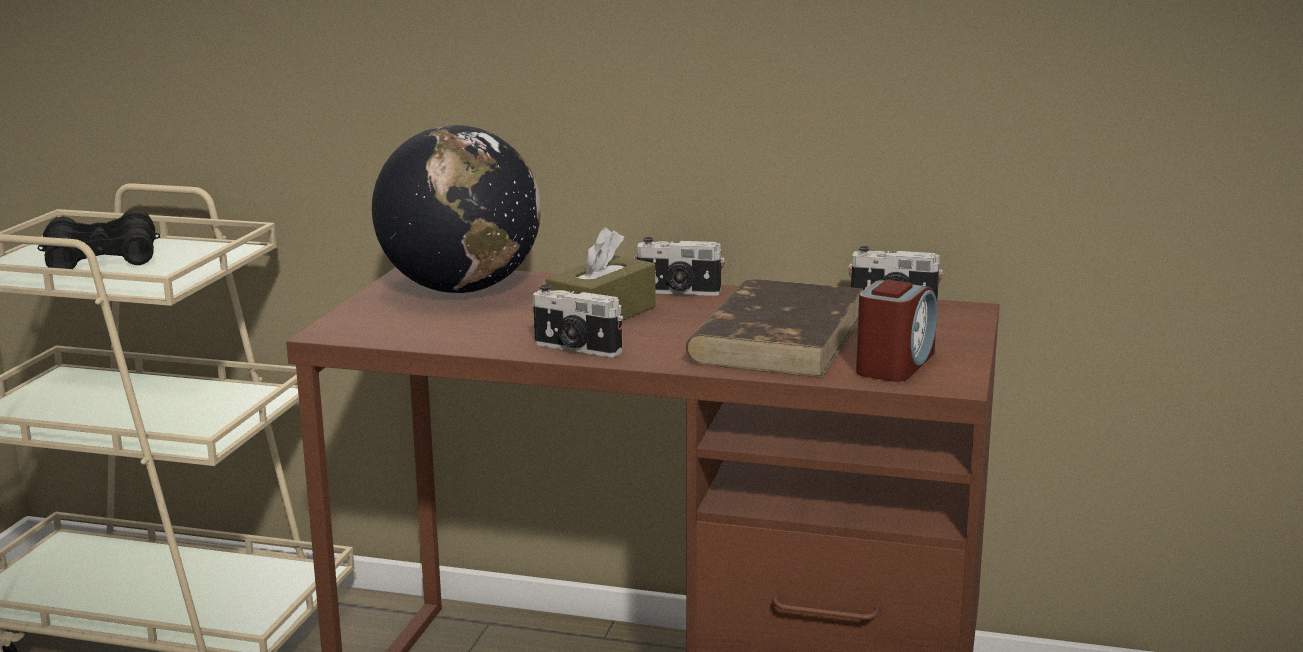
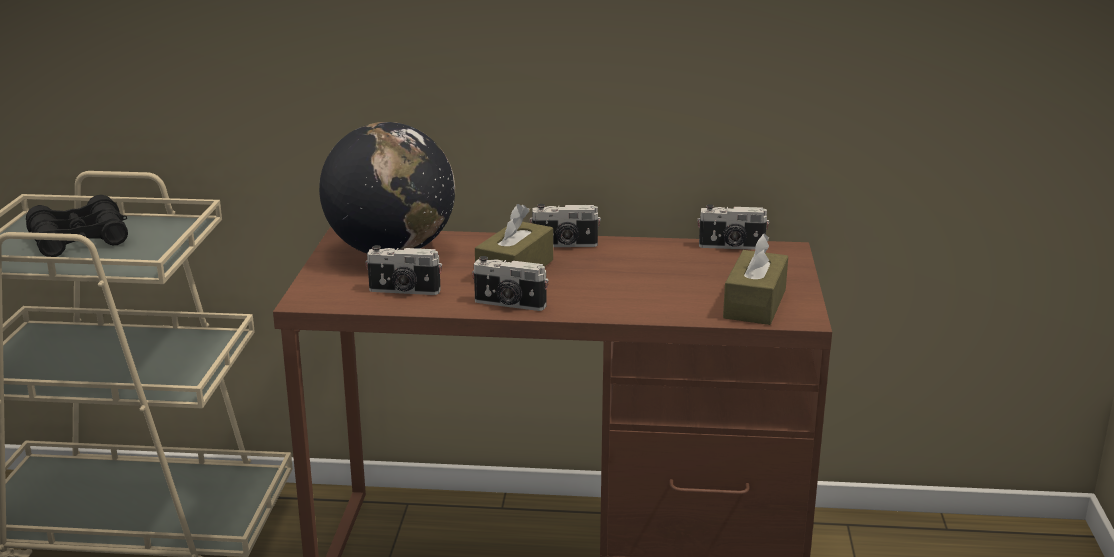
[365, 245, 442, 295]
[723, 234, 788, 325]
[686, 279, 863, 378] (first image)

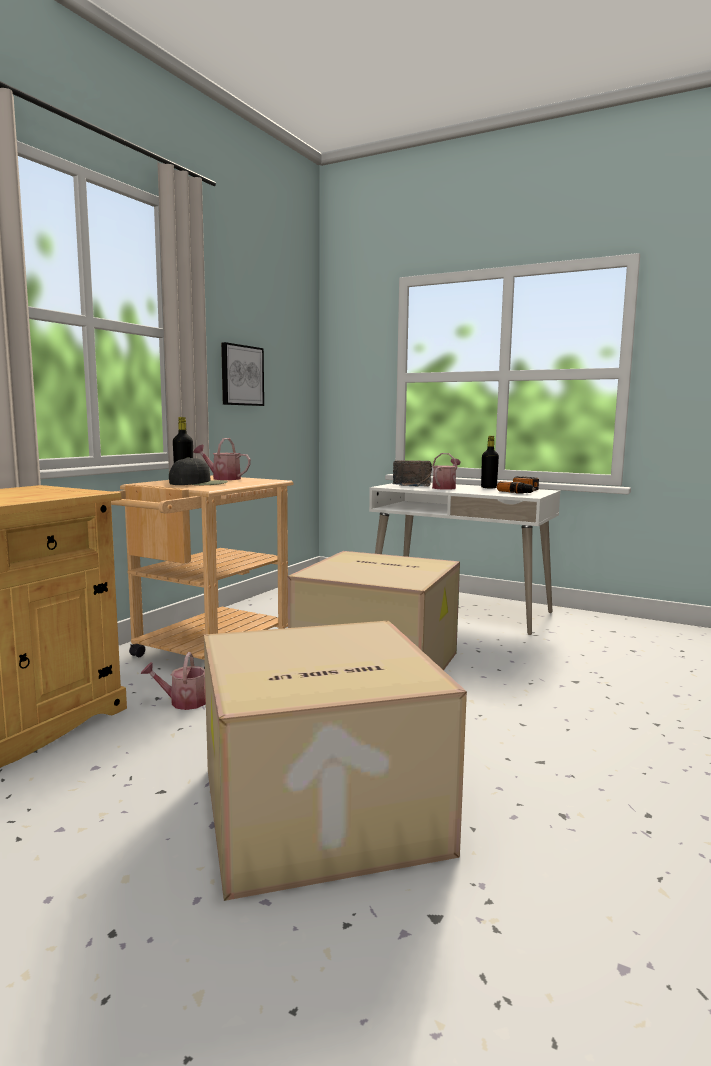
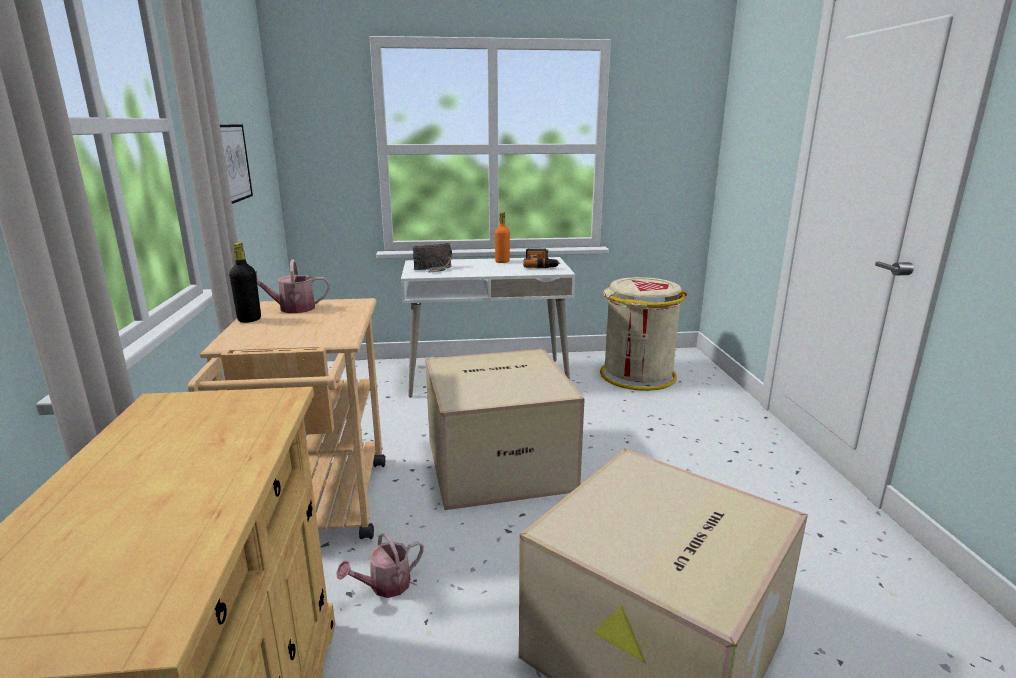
[495, 213, 510, 263]
[600, 277, 687, 391]
[169, 457, 228, 485] (first image)
[432, 453, 460, 490] (first image)

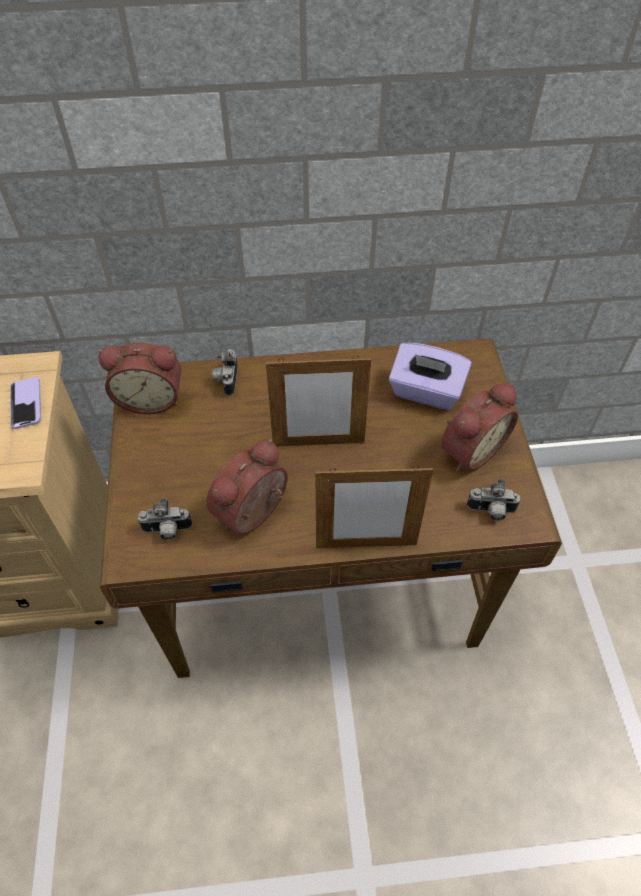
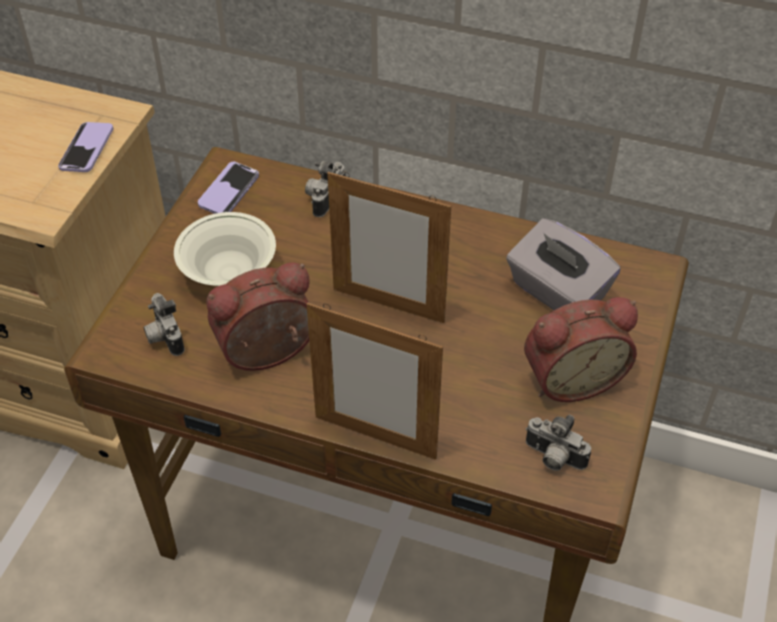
[144, 293, 185, 356]
[174, 212, 276, 286]
[198, 162, 259, 214]
[506, 218, 621, 310]

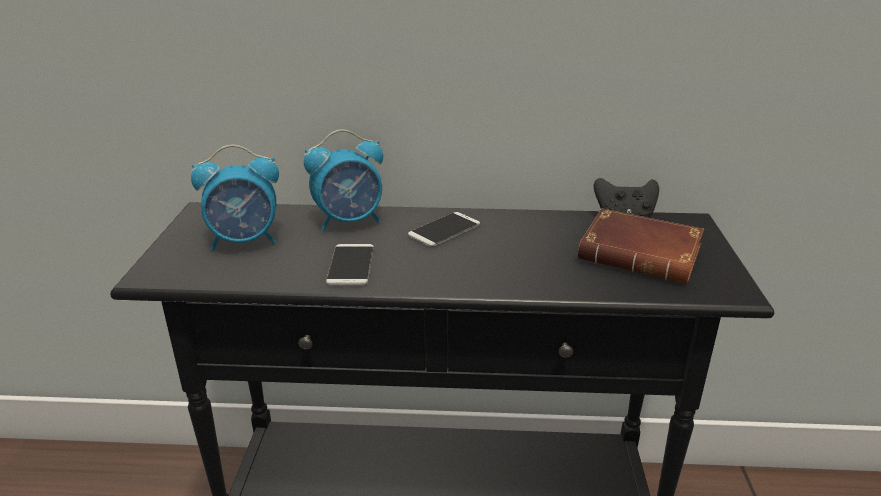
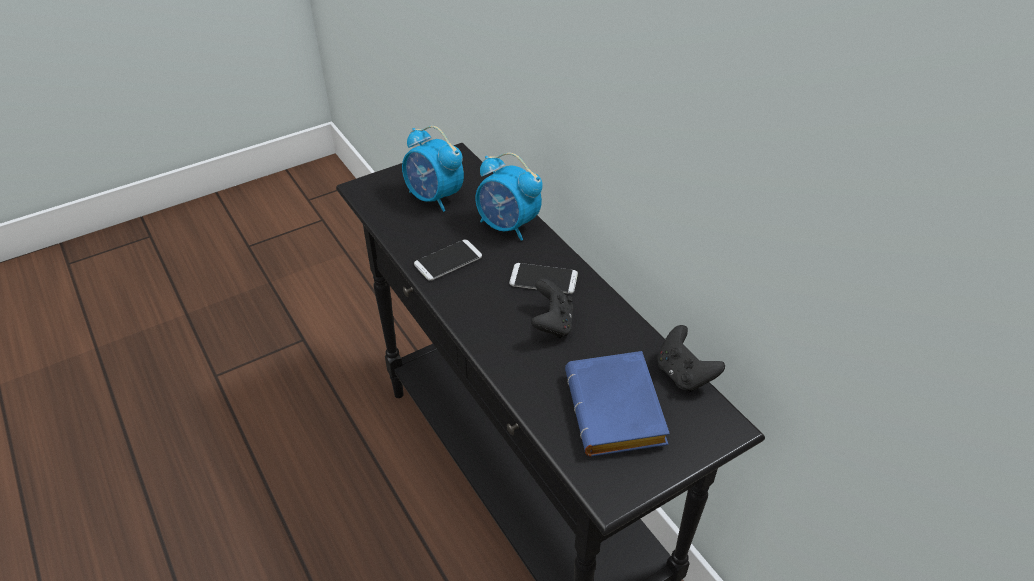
[531, 279, 574, 339]
[565, 351, 670, 456]

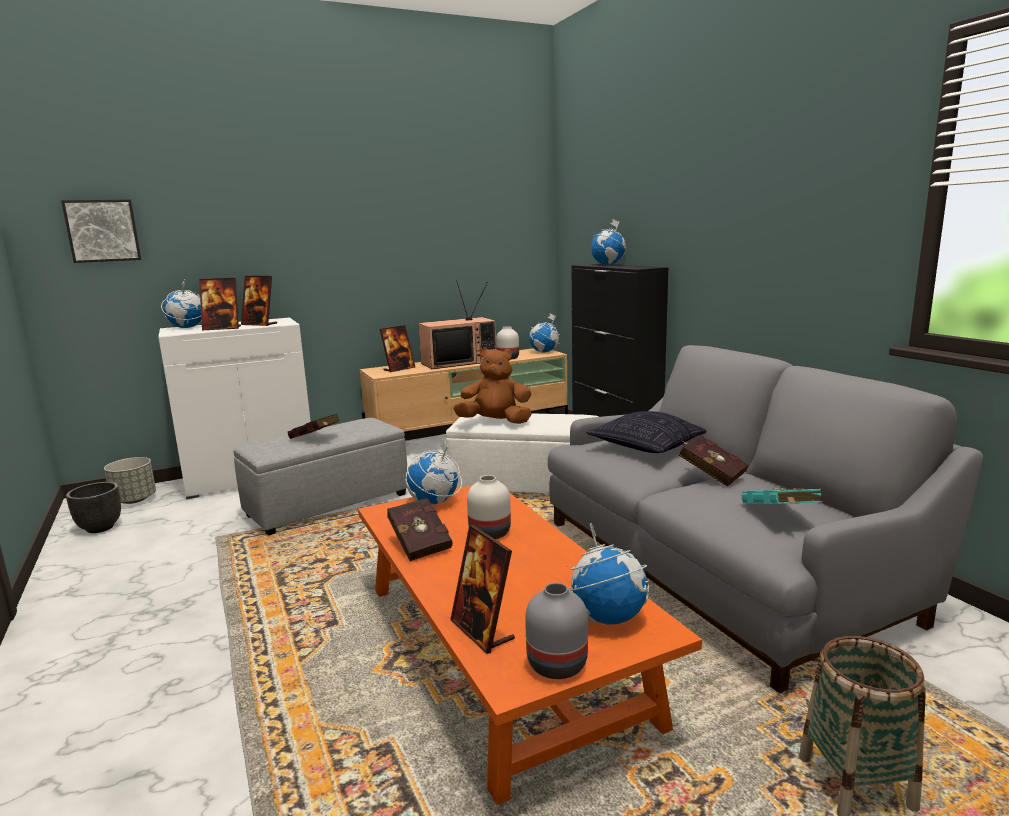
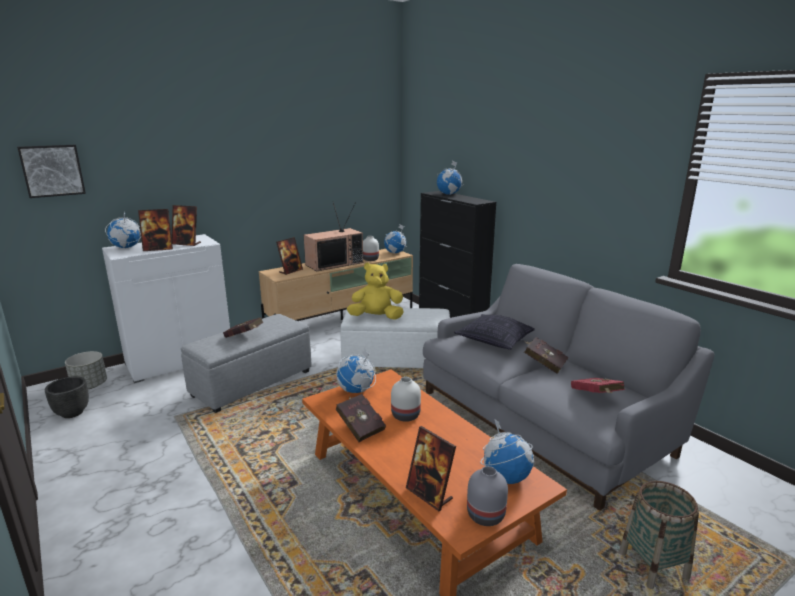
[347, 263, 403, 320]
[571, 378, 625, 393]

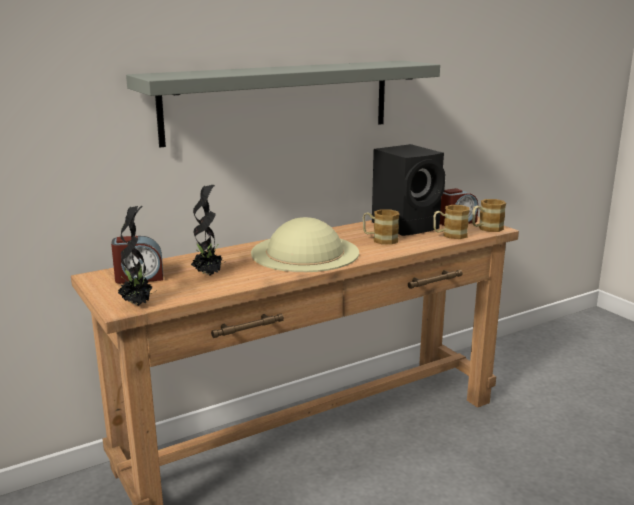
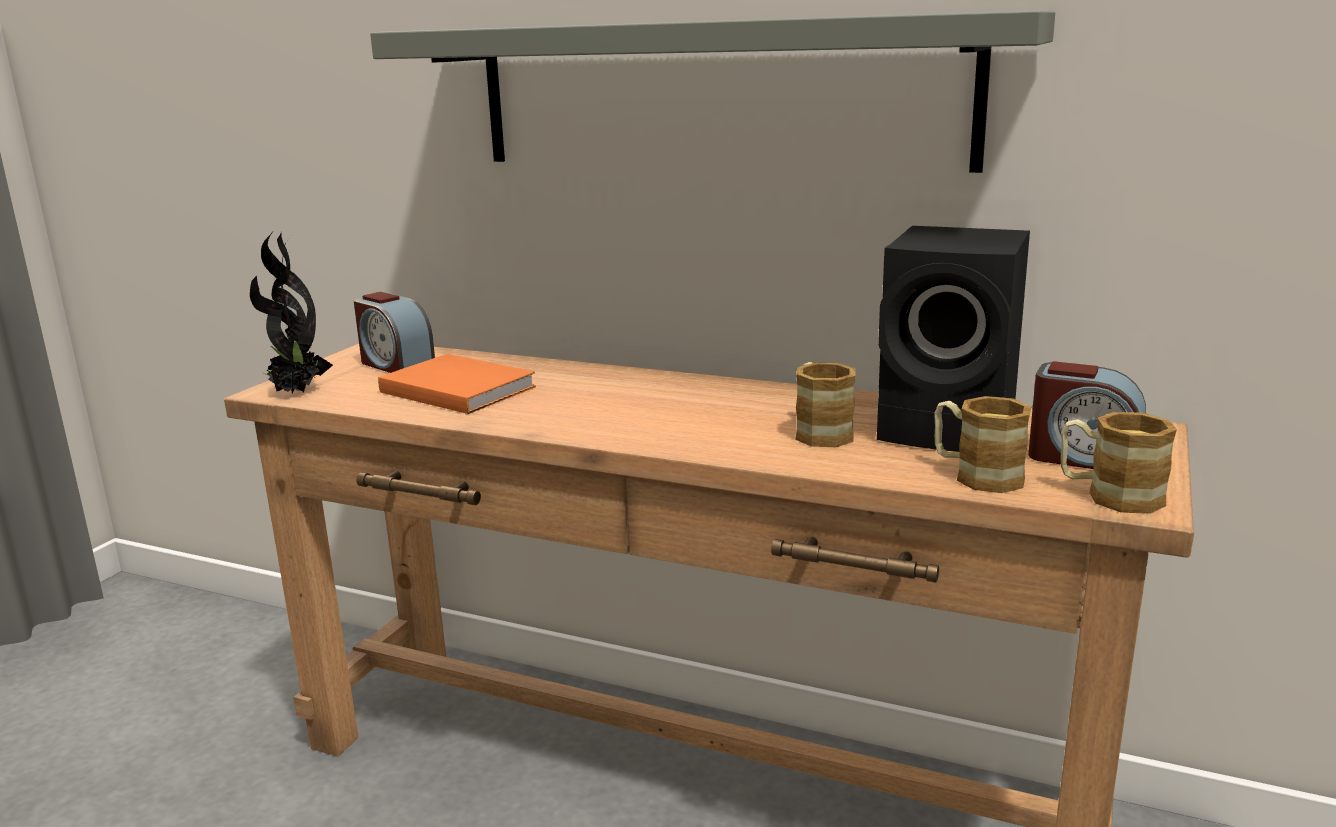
[378, 354, 536, 414]
[251, 217, 359, 272] (first image)

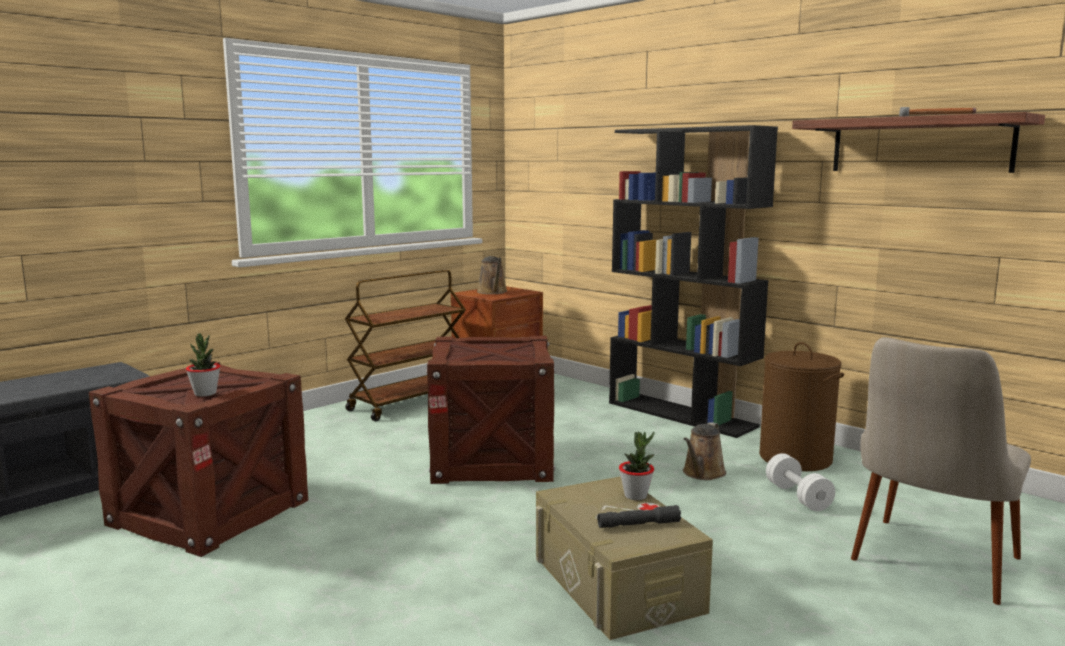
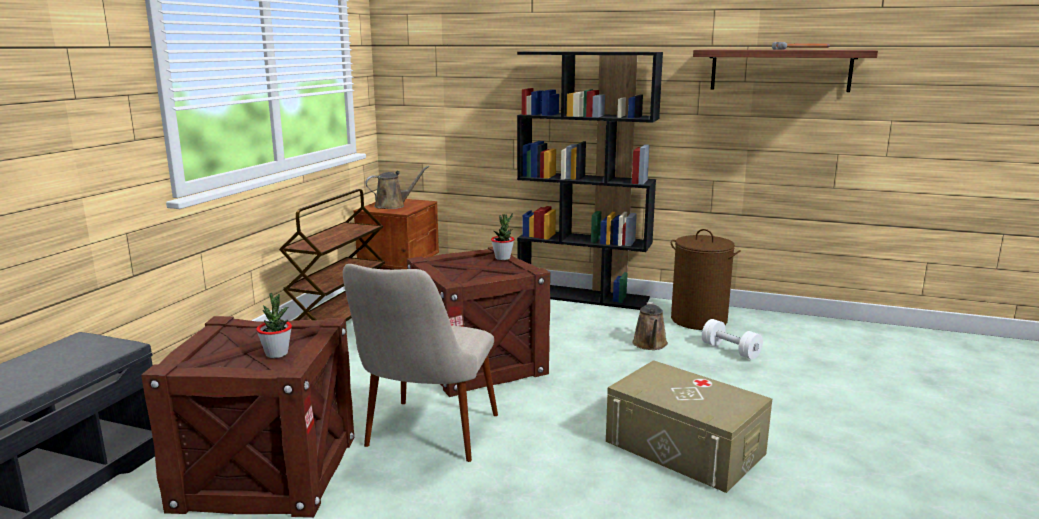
[343, 264, 498, 462]
[365, 165, 429, 209]
[491, 213, 514, 260]
[597, 505, 681, 528] (first image)

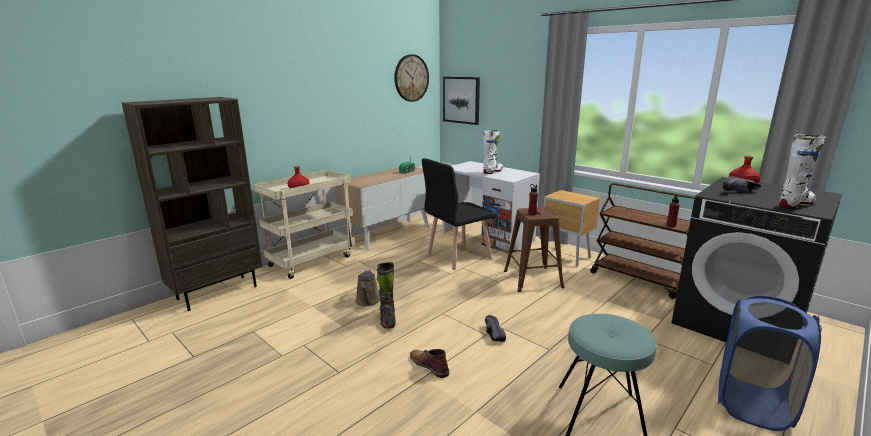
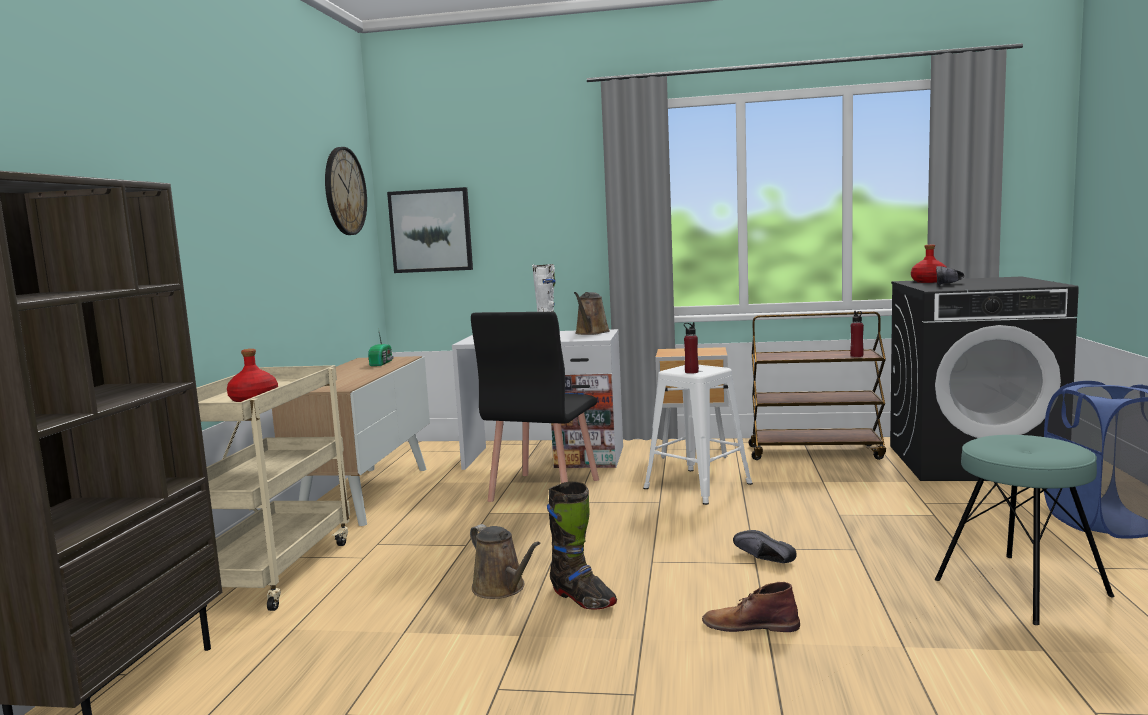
[574, 292, 610, 335]
[643, 365, 753, 505]
[779, 134, 826, 208] (first image)

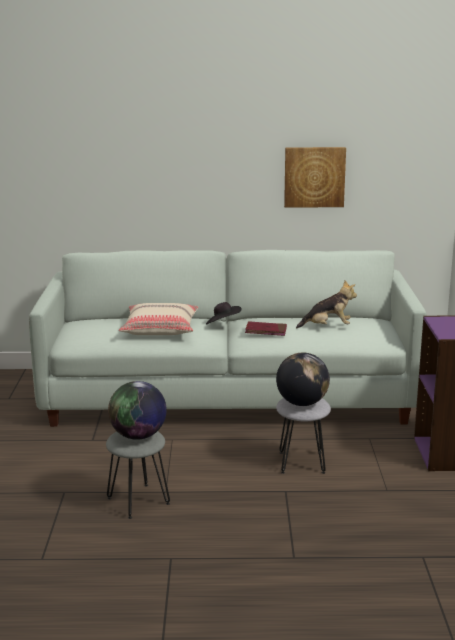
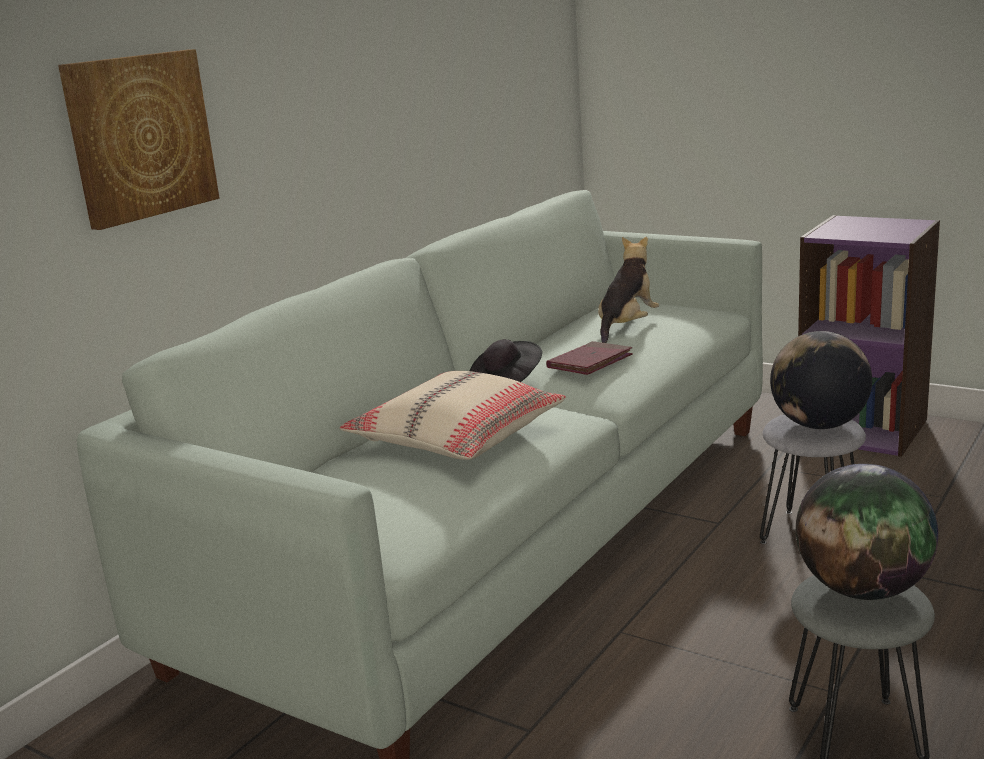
[58, 49, 219, 230]

